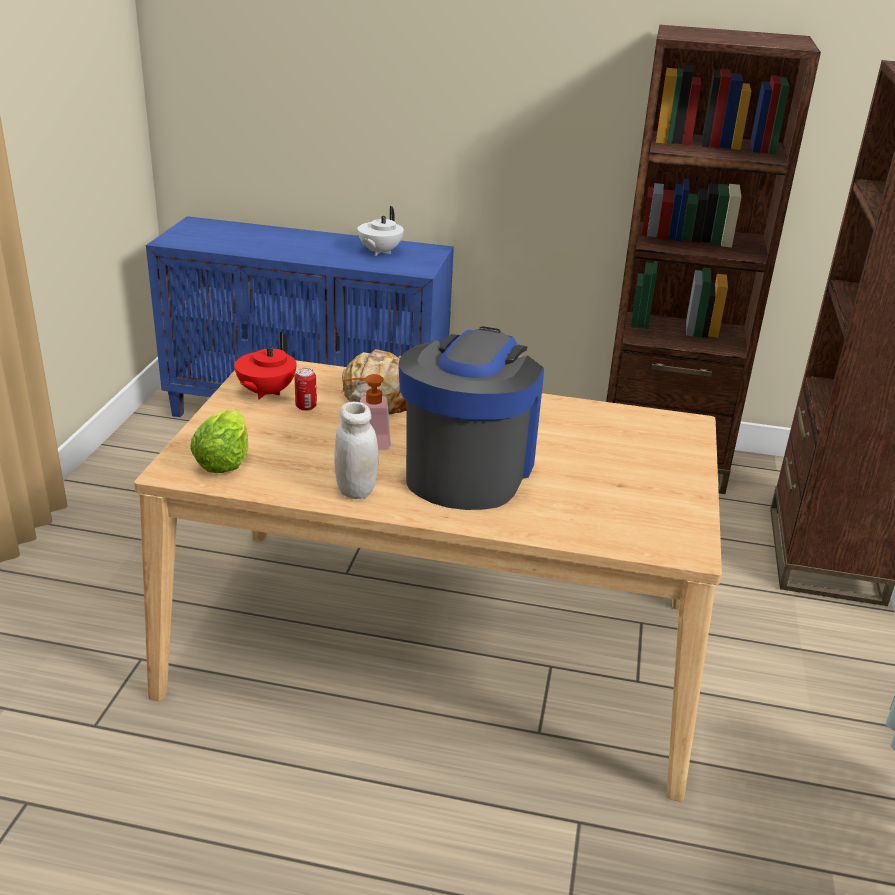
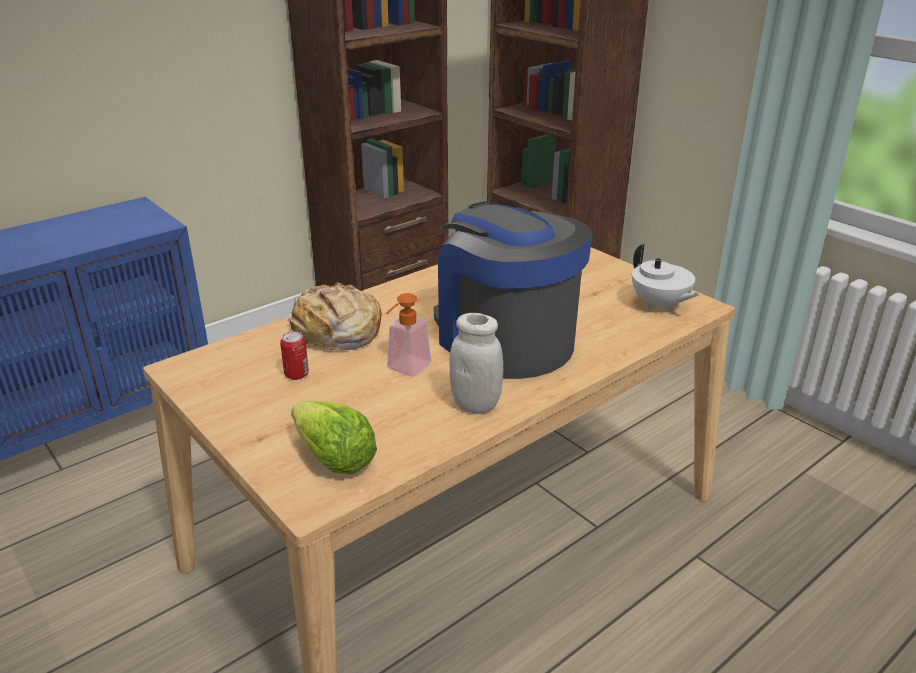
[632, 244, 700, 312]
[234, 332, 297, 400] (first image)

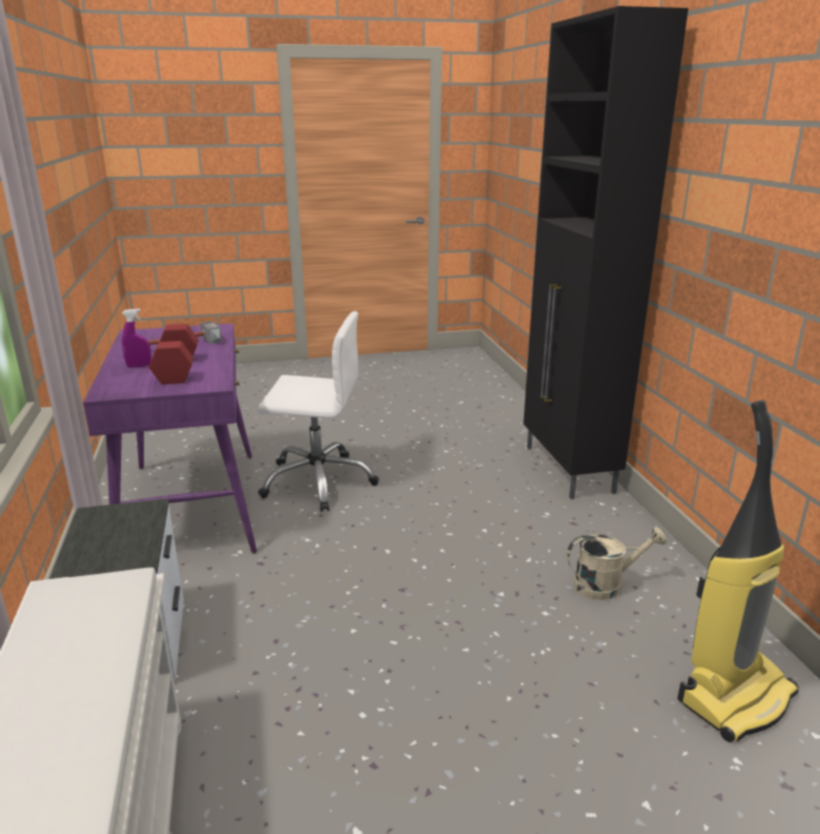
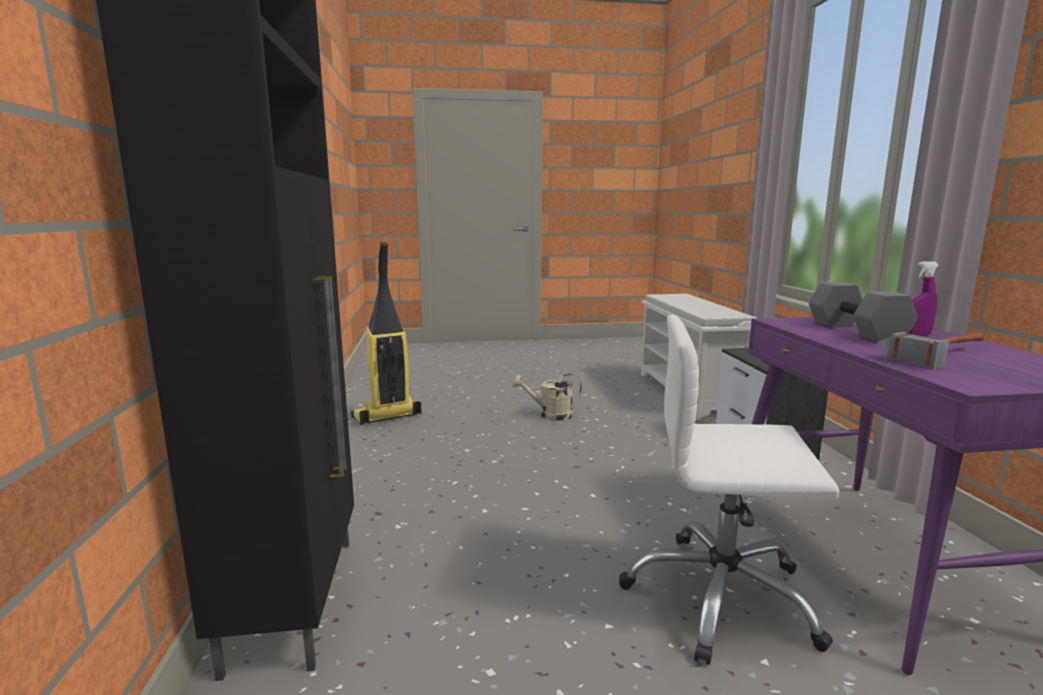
[512, 374, 582, 421]
[809, 282, 918, 342]

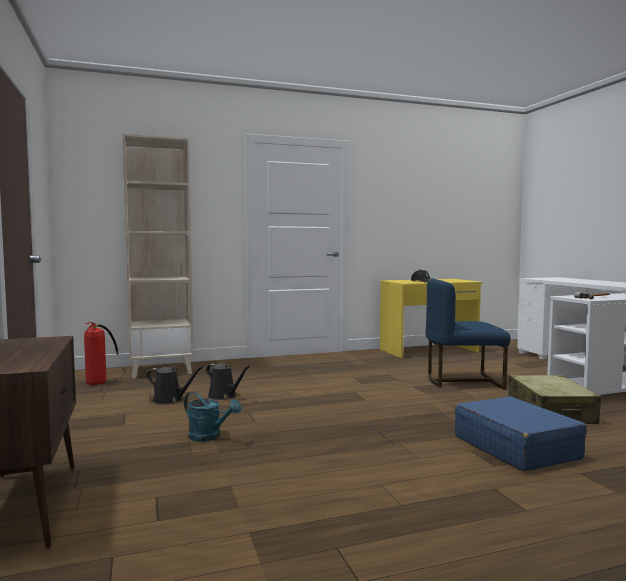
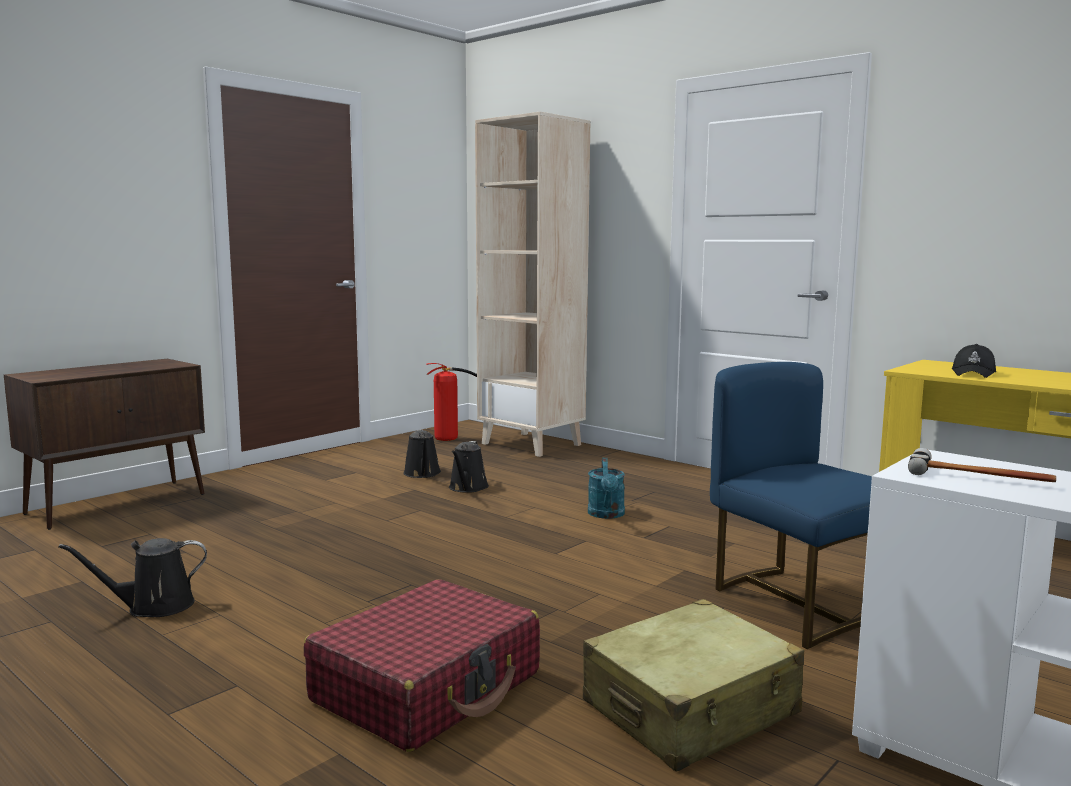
[59, 538, 207, 617]
[304, 579, 540, 752]
[588, 457, 625, 519]

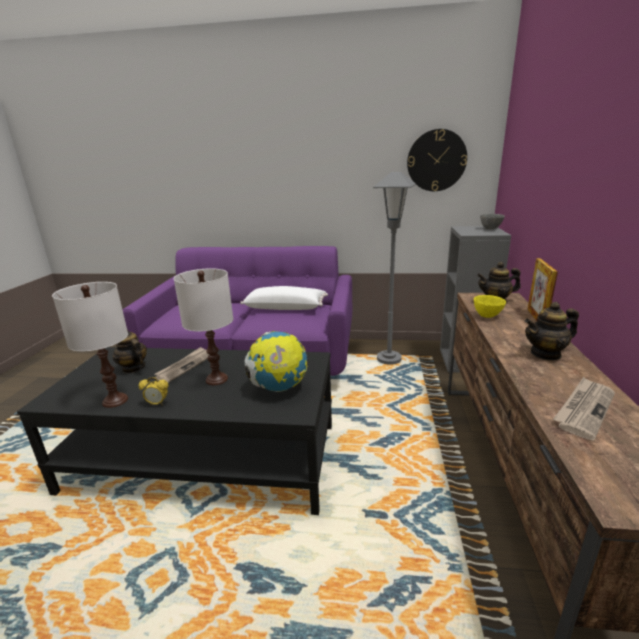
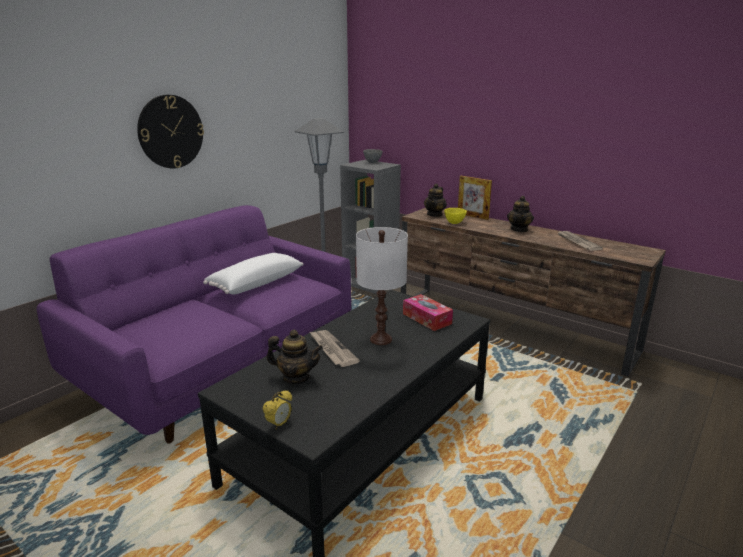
[137, 95, 204, 168]
[263, 390, 292, 430]
[266, 330, 323, 384]
[403, 294, 453, 331]
[52, 282, 128, 408] (first image)

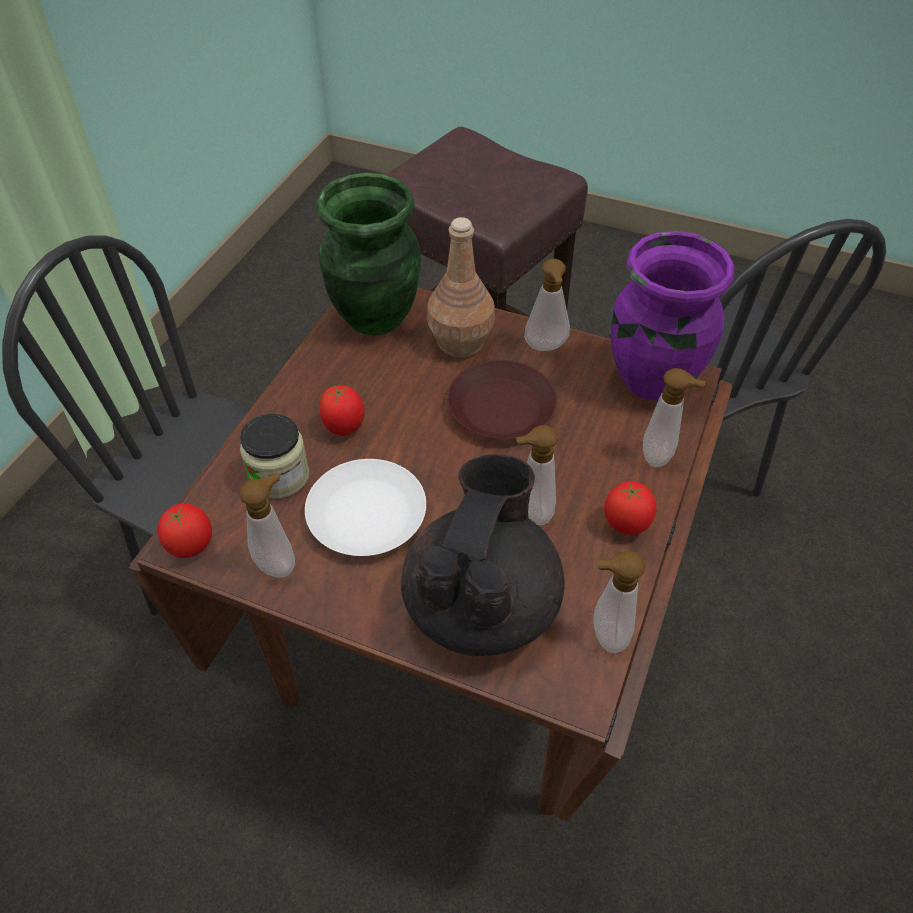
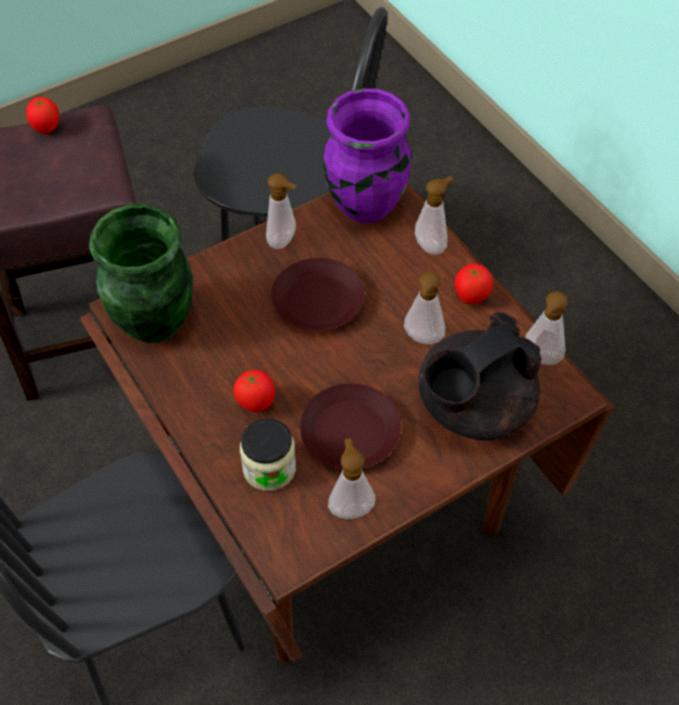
[26, 97, 59, 134]
[300, 383, 401, 469]
[419, 312, 542, 441]
[427, 217, 495, 357] (first image)

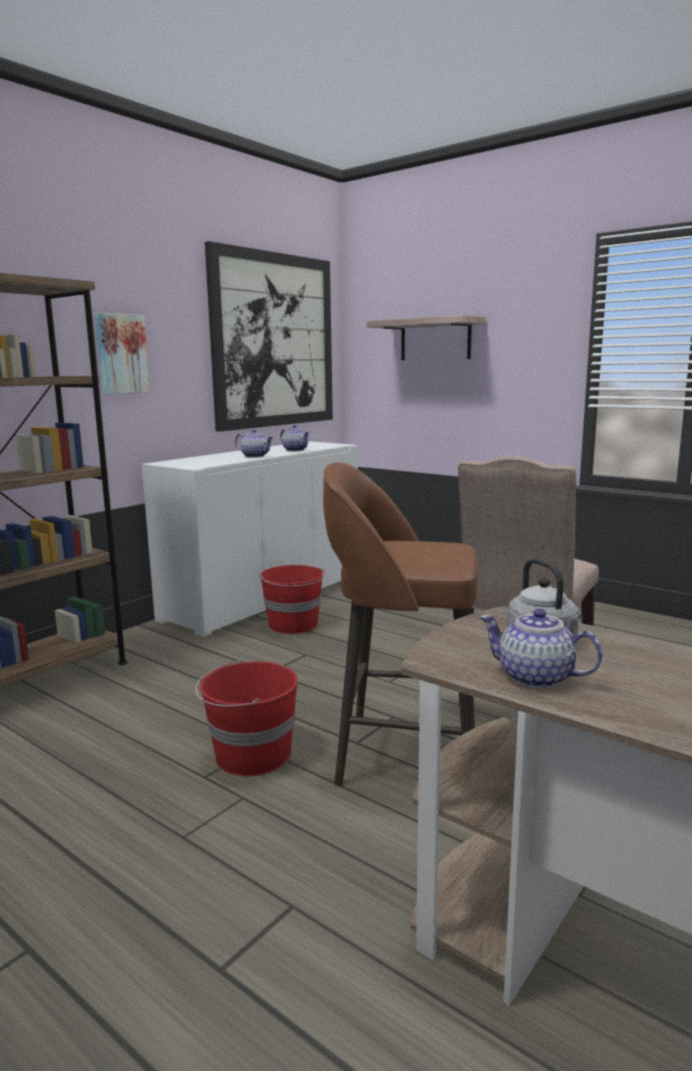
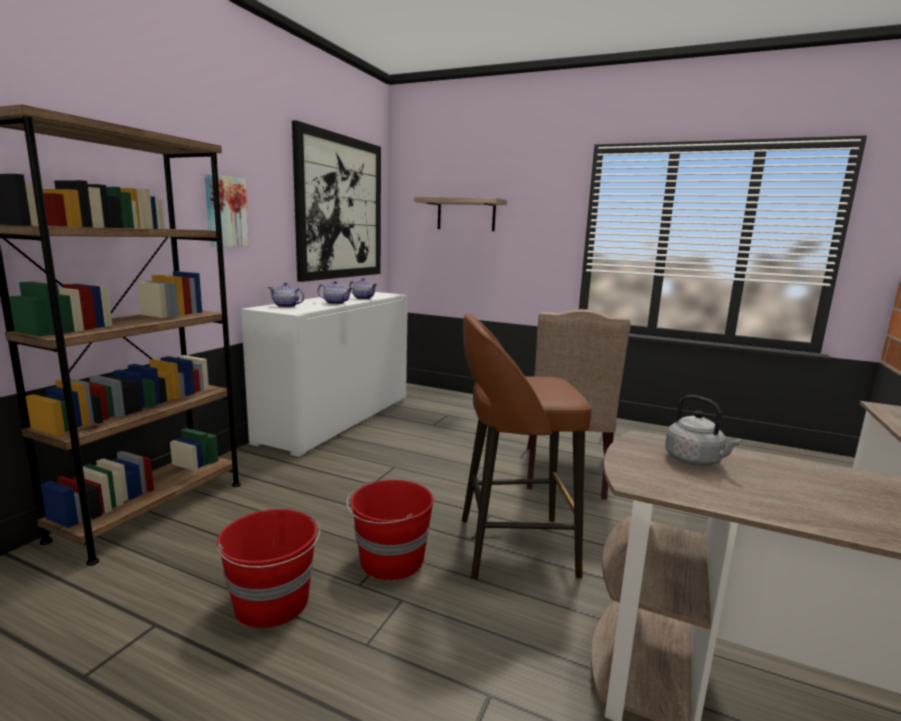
[217, 509, 320, 628]
[268, 282, 305, 308]

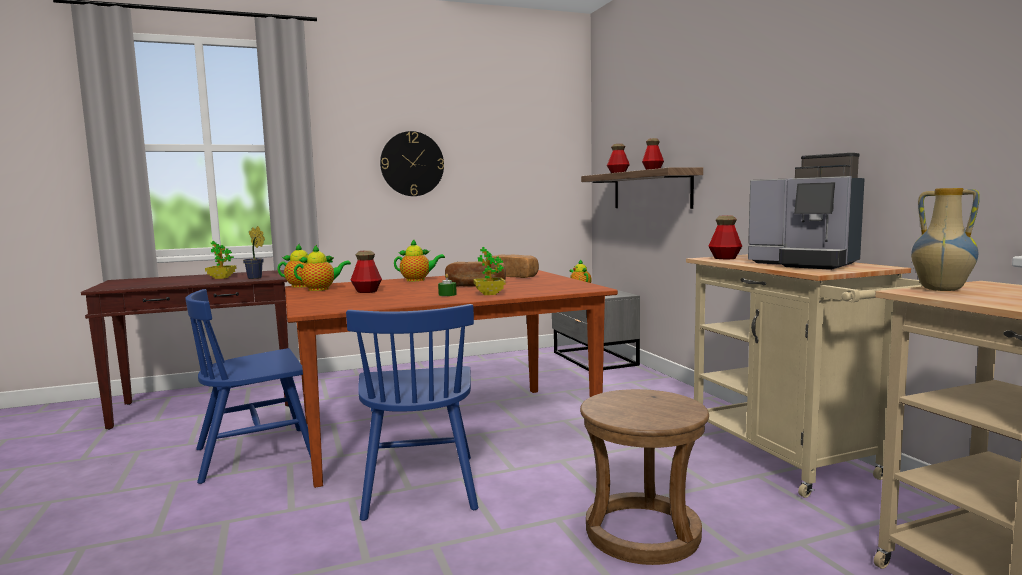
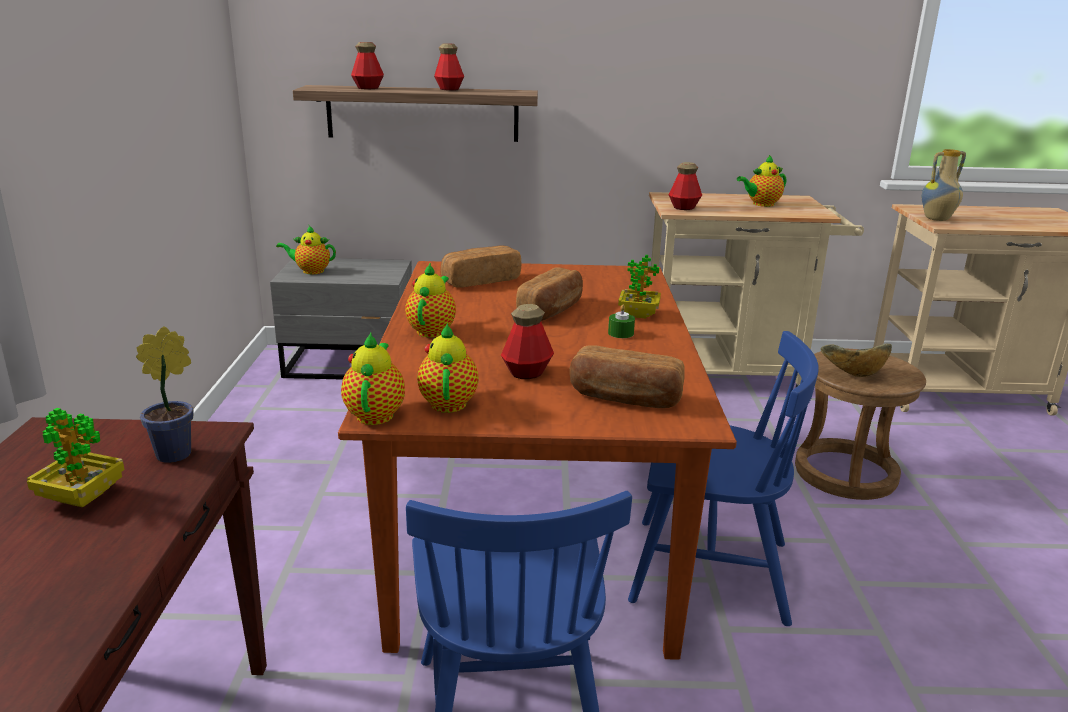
[570, 345, 685, 408]
[737, 155, 786, 207]
[820, 344, 892, 377]
[380, 131, 444, 196] (first image)

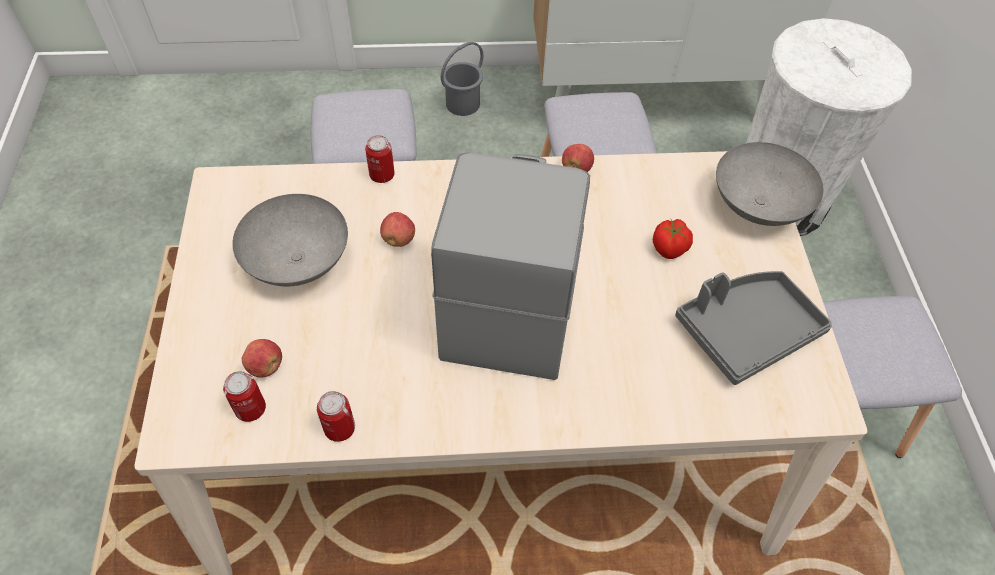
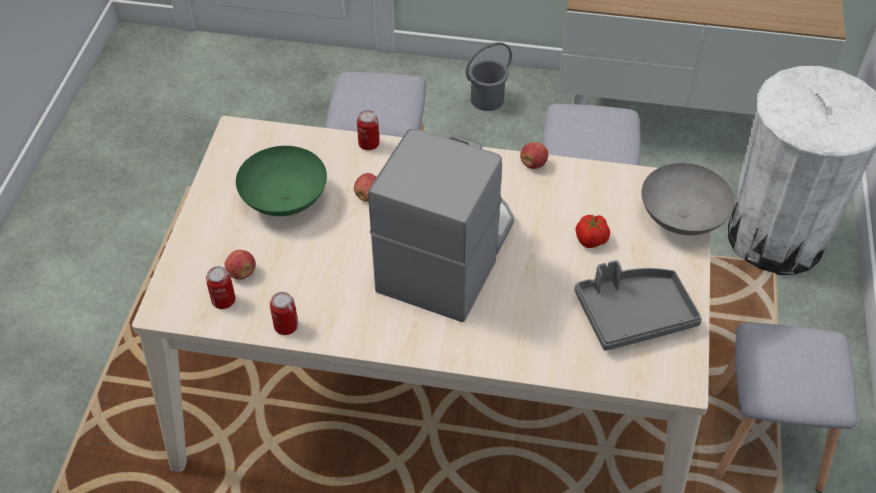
[236, 146, 327, 216]

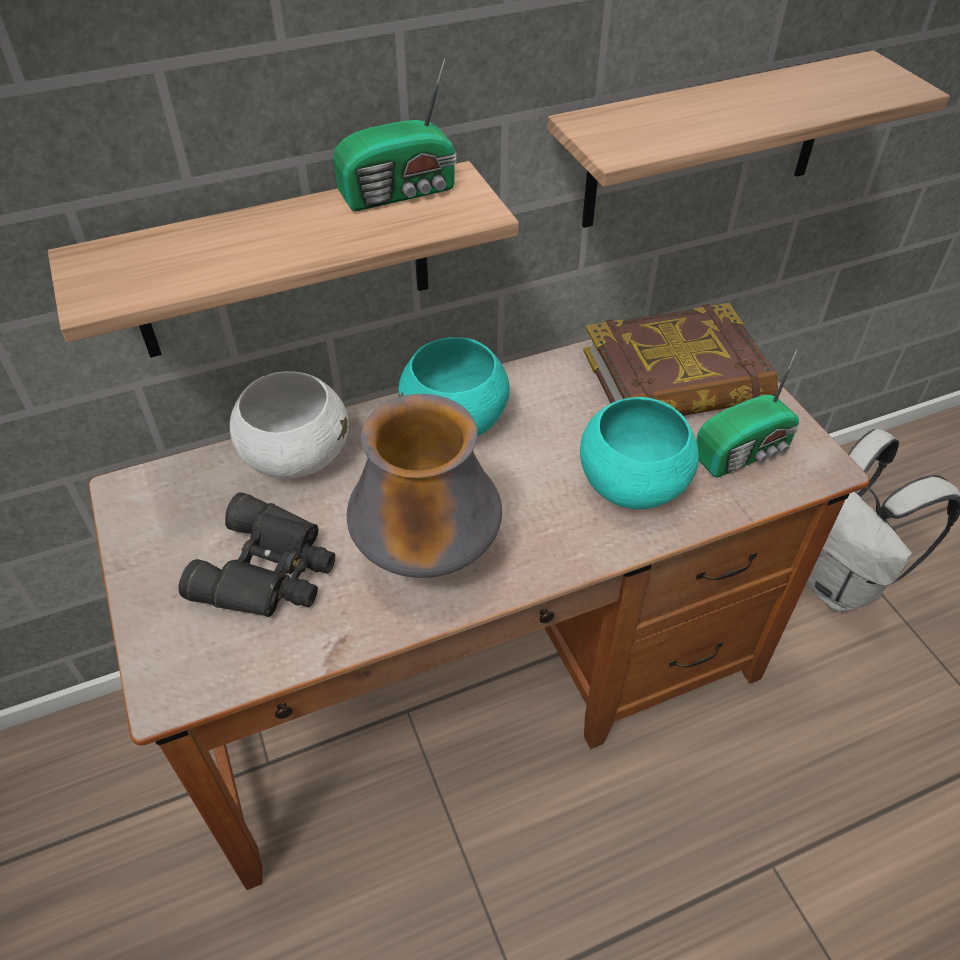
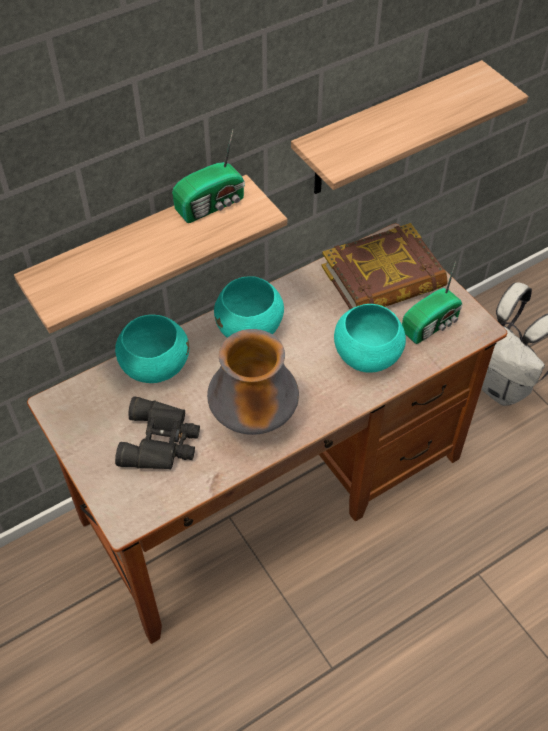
[115, 315, 189, 383]

